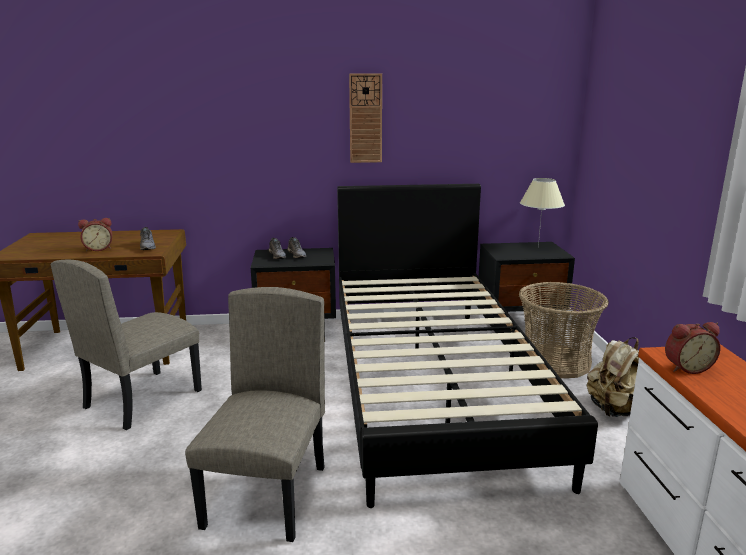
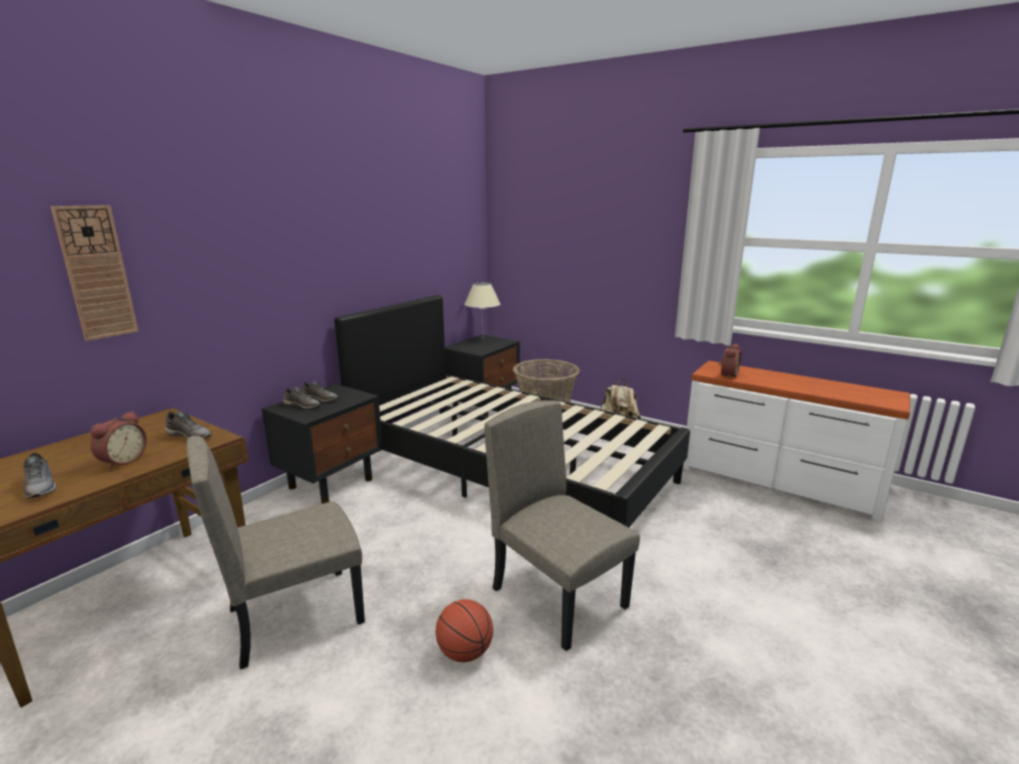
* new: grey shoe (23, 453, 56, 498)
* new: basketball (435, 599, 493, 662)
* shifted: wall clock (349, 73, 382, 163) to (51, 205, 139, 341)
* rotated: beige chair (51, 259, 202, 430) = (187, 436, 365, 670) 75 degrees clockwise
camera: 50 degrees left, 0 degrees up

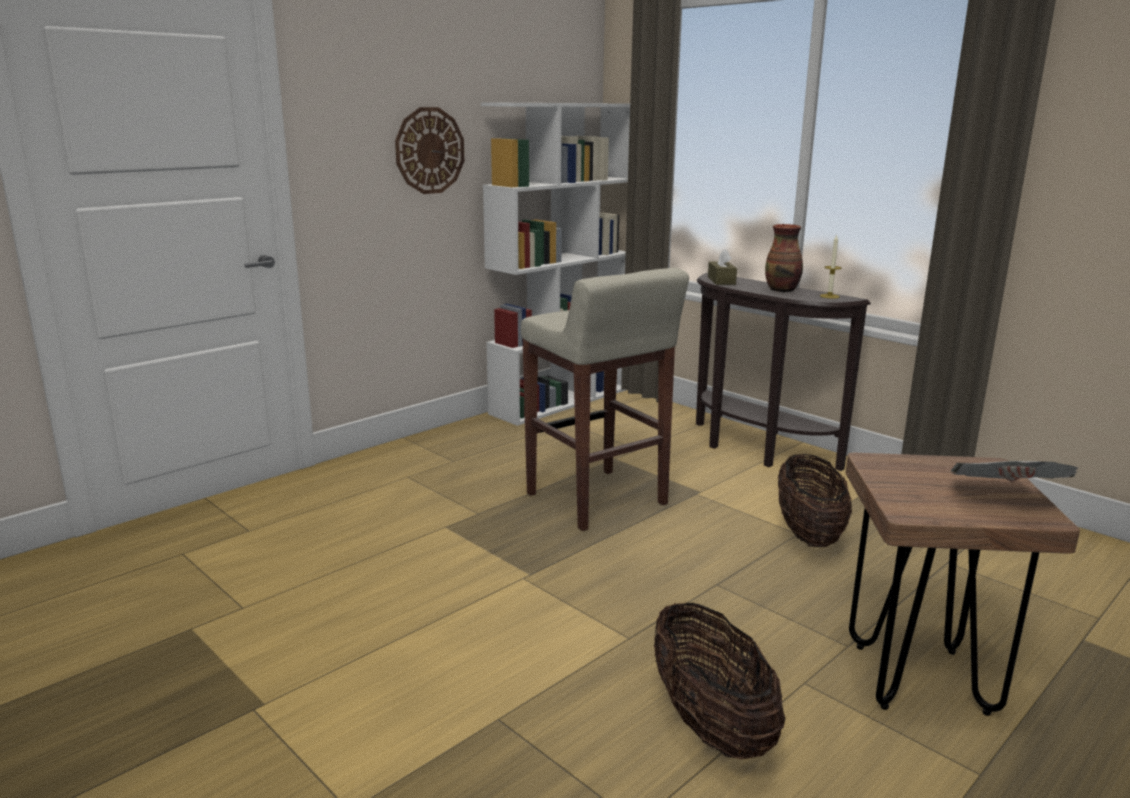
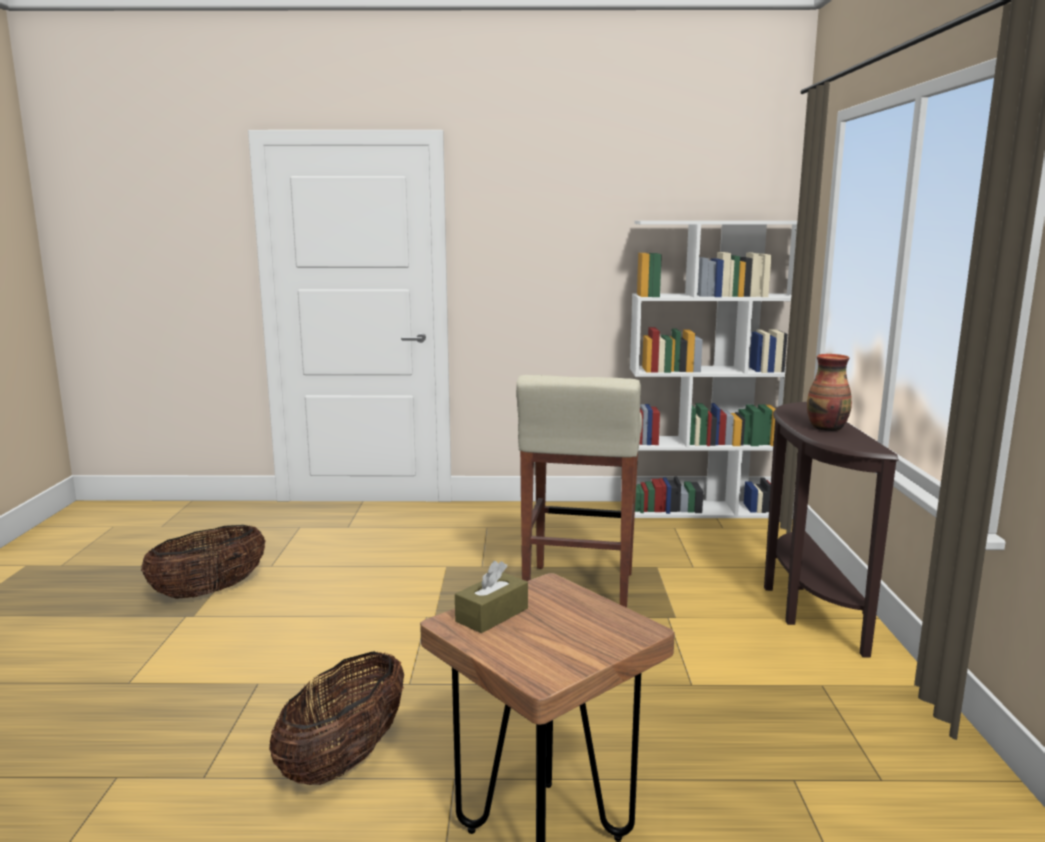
* gone: wall clock (395, 107, 464, 194)
* gone: candle (820, 235, 841, 299)
* gone: newspaper (951, 461, 1079, 482)
* shifted: brown tissue box (708, 249, 737, 285) to (455, 561, 528, 633)
* shifted: basket (778, 454, 852, 547) to (141, 525, 265, 599)
camera: 45 degrees right, 5 degrees down

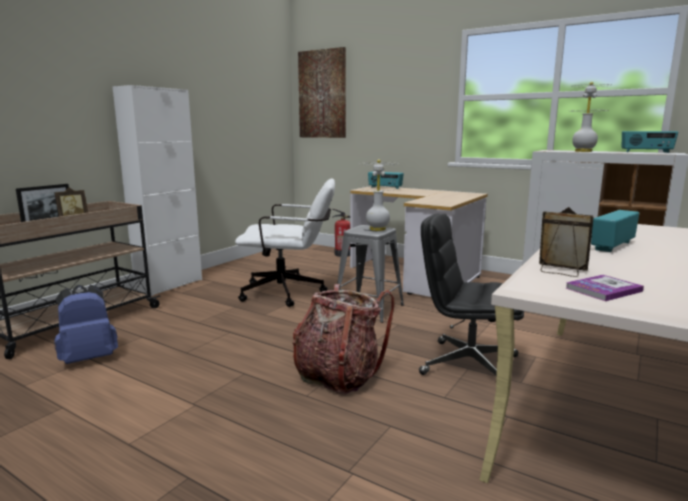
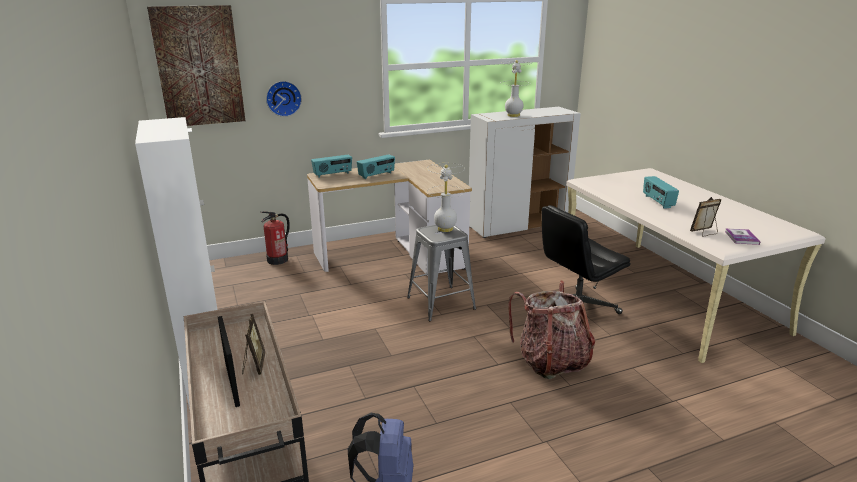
* gone: white office chair (235, 179, 335, 307)
* new: wall clock (266, 81, 302, 117)
* shifted: radio (622, 131, 678, 153) to (357, 154, 395, 179)
camera: 55 degrees left, 10 degrees up

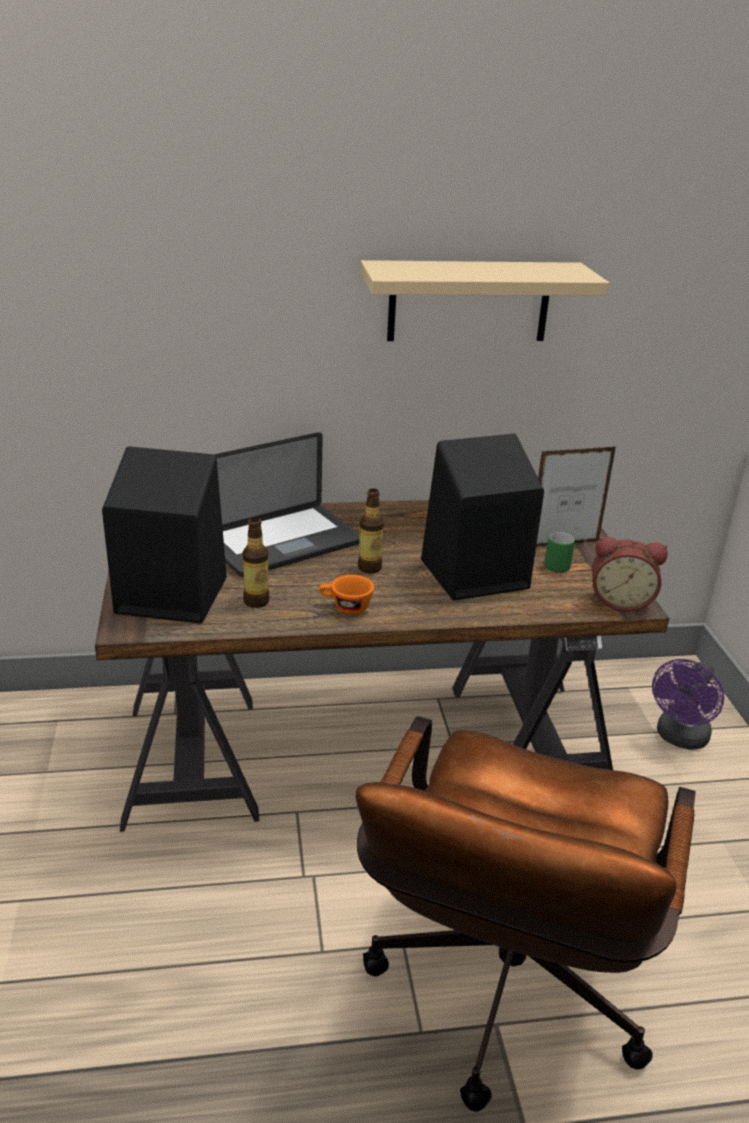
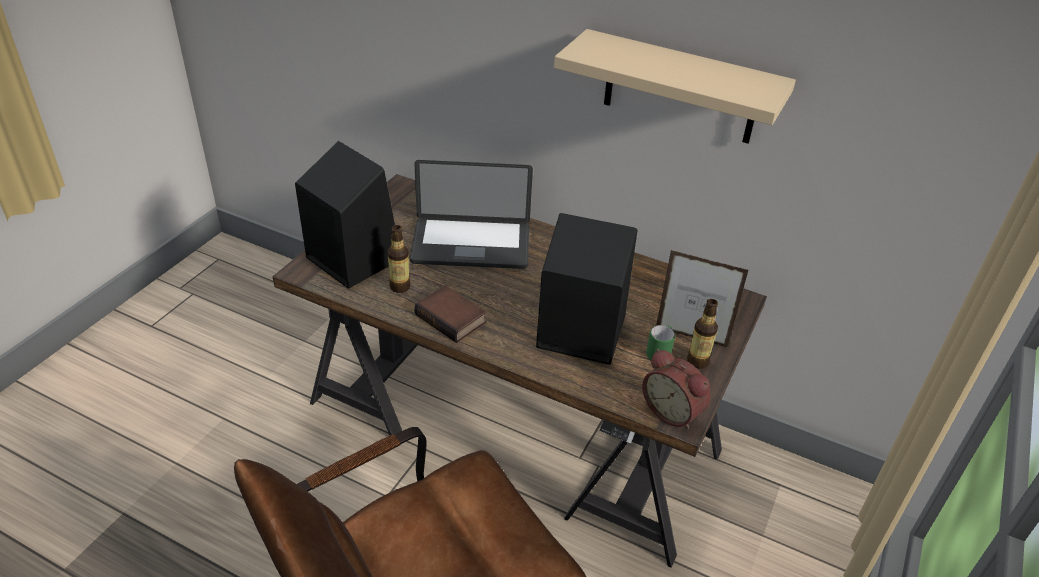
* gone: purple fan (652, 659, 724, 750)
* shifted: bottle (358, 488, 384, 574) to (687, 299, 718, 369)
* swapped: orange cup (319, 575, 374, 615) to book (414, 285, 486, 343)
camera: 35 degrees right, 10 degrees up

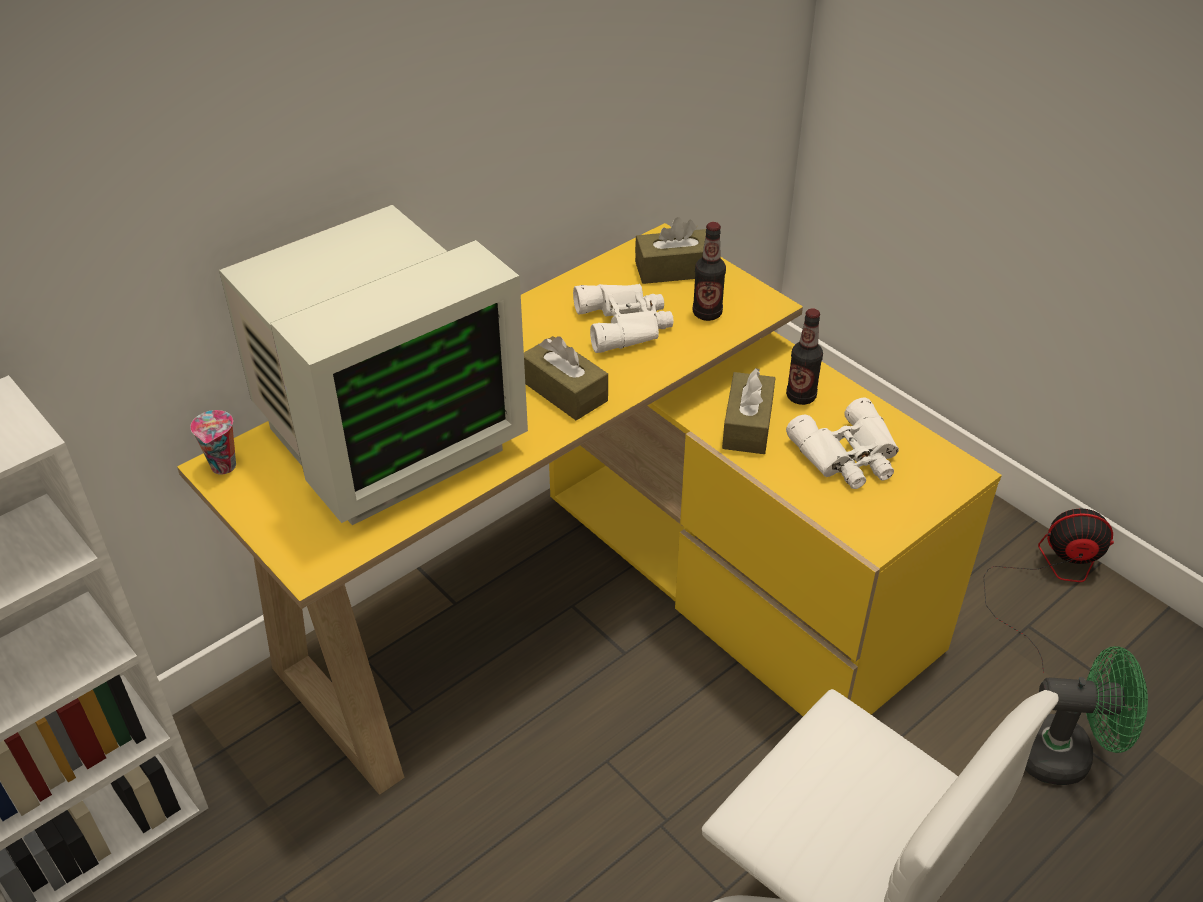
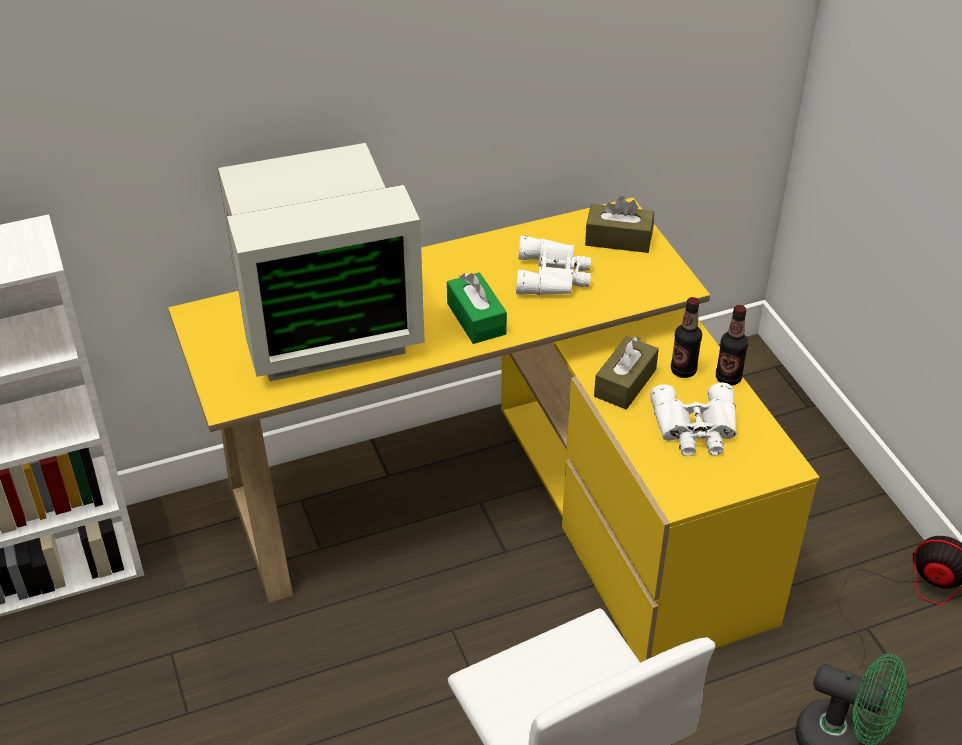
* gone: cup (190, 410, 236, 475)
* shifted: bottle (693, 222, 726, 321) to (716, 305, 748, 386)
* repainted: brown tissue box (524, 336, 608, 420) to green tissue box (447, 272, 507, 344)
camera: 20 degrees right, 0 degrees up

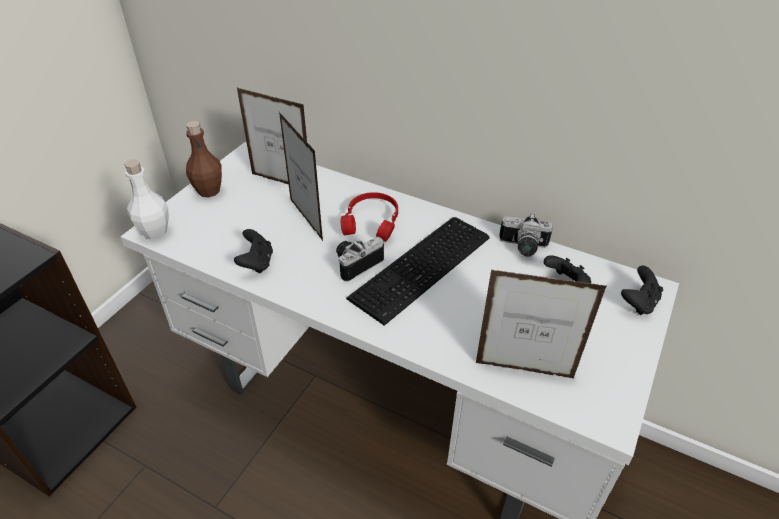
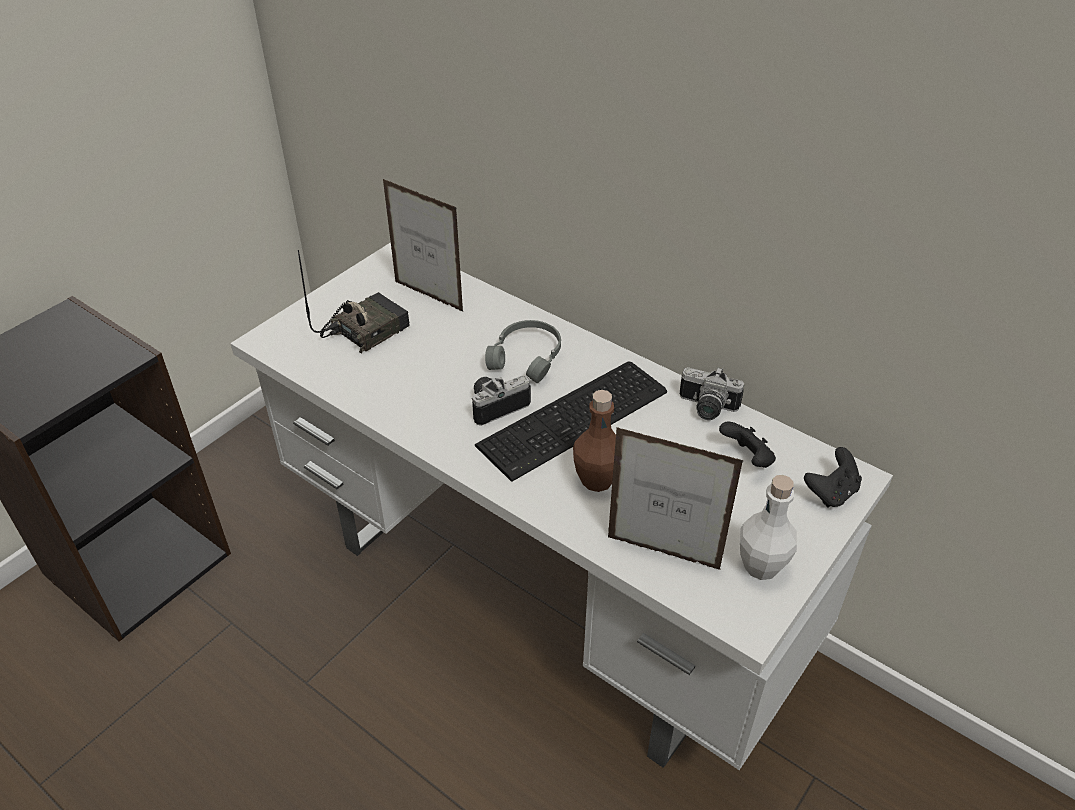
* gone: black game controller (234, 229, 273, 273)
* gone: picture frame (279, 112, 323, 241)
* new: radio (298, 250, 410, 354)
* shifted: white bottle (124, 159, 169, 240) to (740, 475, 797, 580)
* shifted: brown bottle (186, 121, 222, 197) to (573, 390, 616, 492)
* repainted: red headphones (341, 192, 398, 242) to grey headphones (485, 320, 561, 383)
camera: 10 degrees right, 0 degrees up

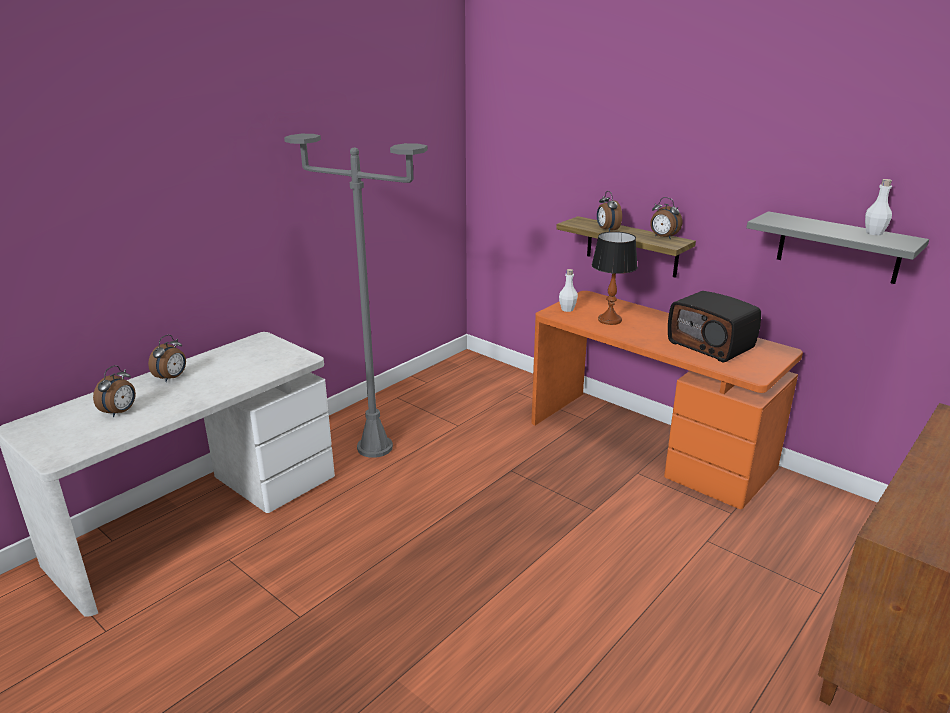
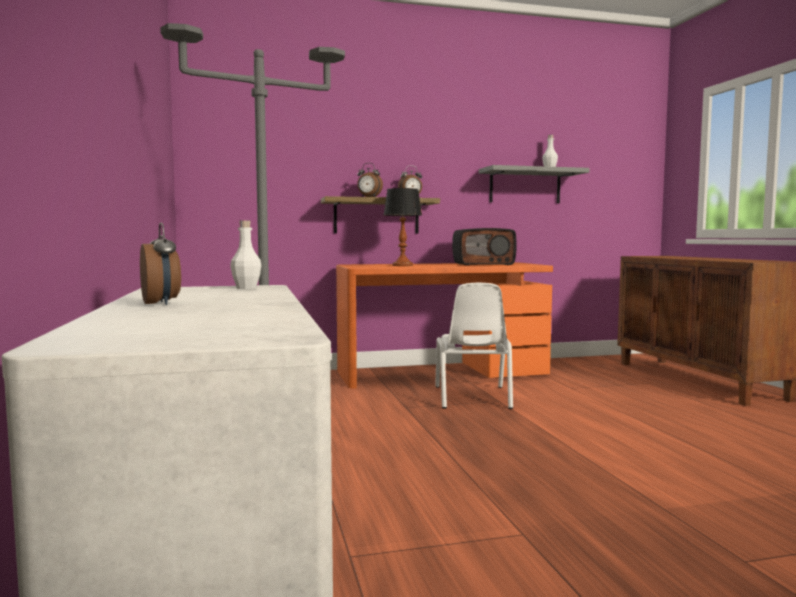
* gone: alarm clock (93, 365, 136, 417)
* new: white chair (435, 283, 513, 409)
* shifted: white bottle (559, 269, 578, 312) to (230, 220, 262, 289)
camera: 55 degrees left, 20 degrees down

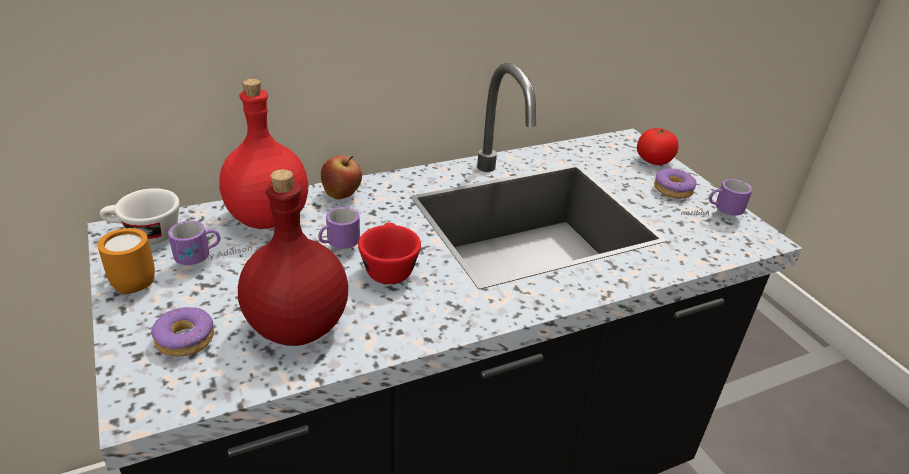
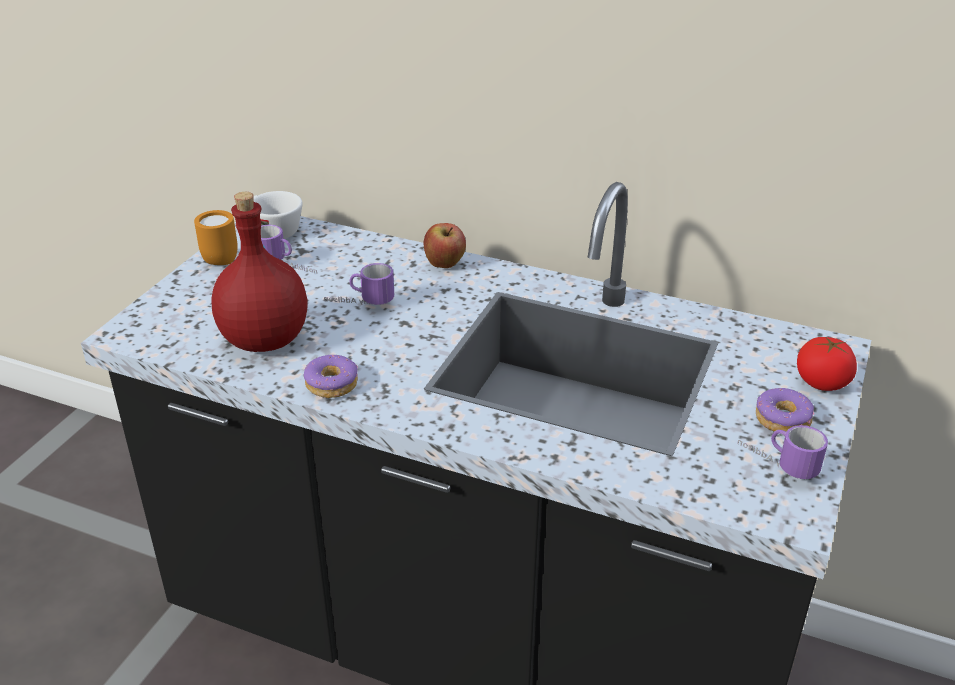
* gone: red bottle (219, 79, 308, 229)
* gone: red cup (358, 223, 421, 284)
* shifted: donut (151, 307, 214, 356) to (304, 355, 358, 398)
camera: 50 degrees right, 0 degrees up

